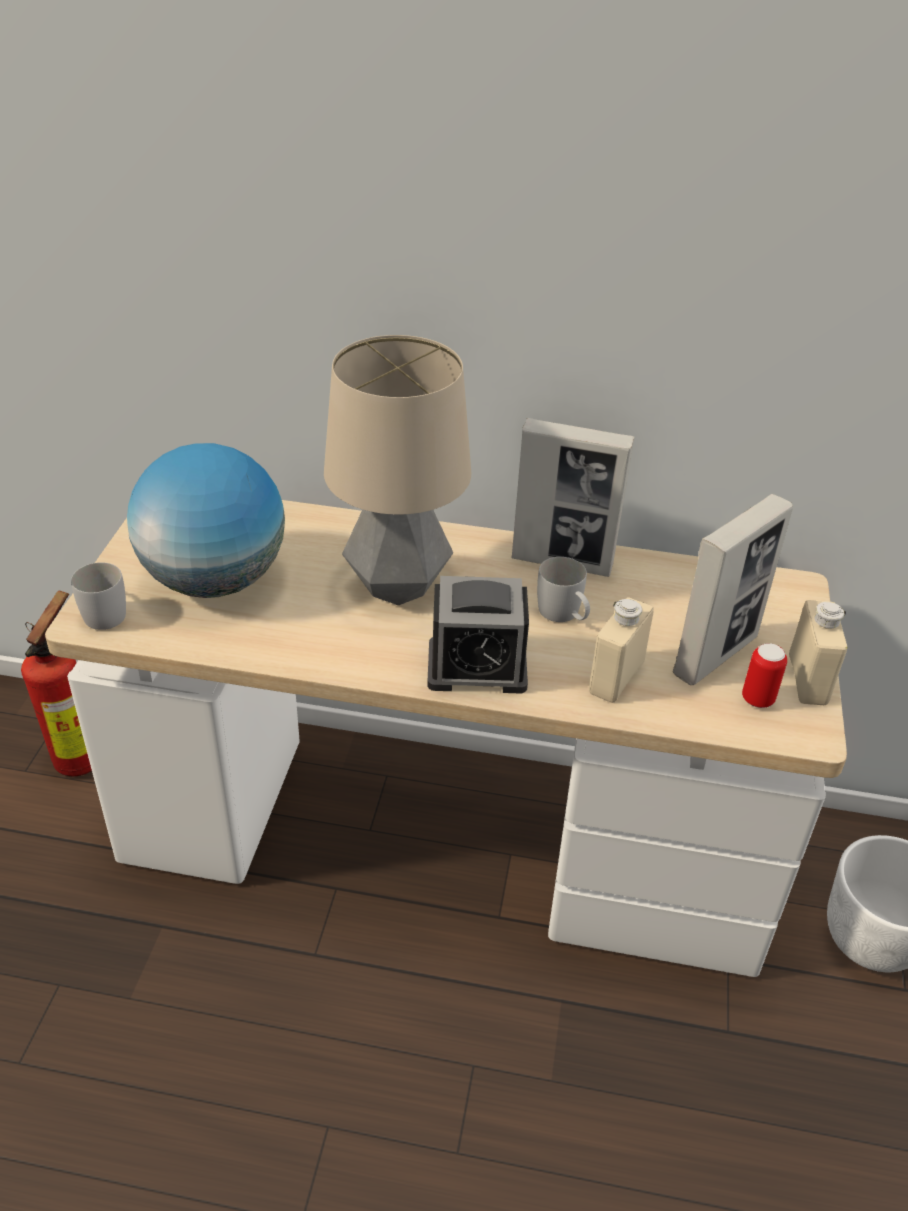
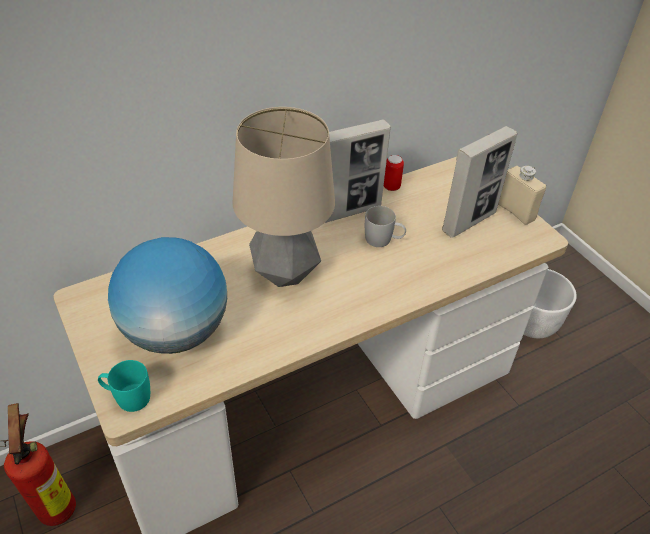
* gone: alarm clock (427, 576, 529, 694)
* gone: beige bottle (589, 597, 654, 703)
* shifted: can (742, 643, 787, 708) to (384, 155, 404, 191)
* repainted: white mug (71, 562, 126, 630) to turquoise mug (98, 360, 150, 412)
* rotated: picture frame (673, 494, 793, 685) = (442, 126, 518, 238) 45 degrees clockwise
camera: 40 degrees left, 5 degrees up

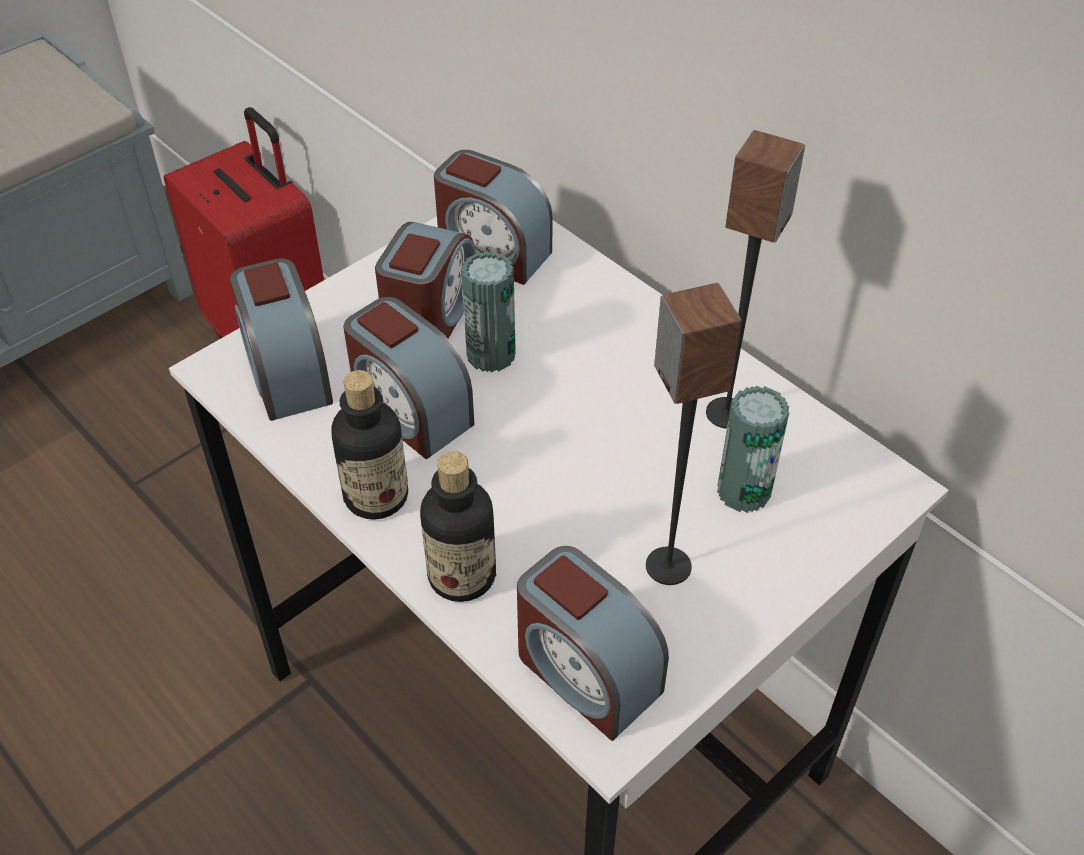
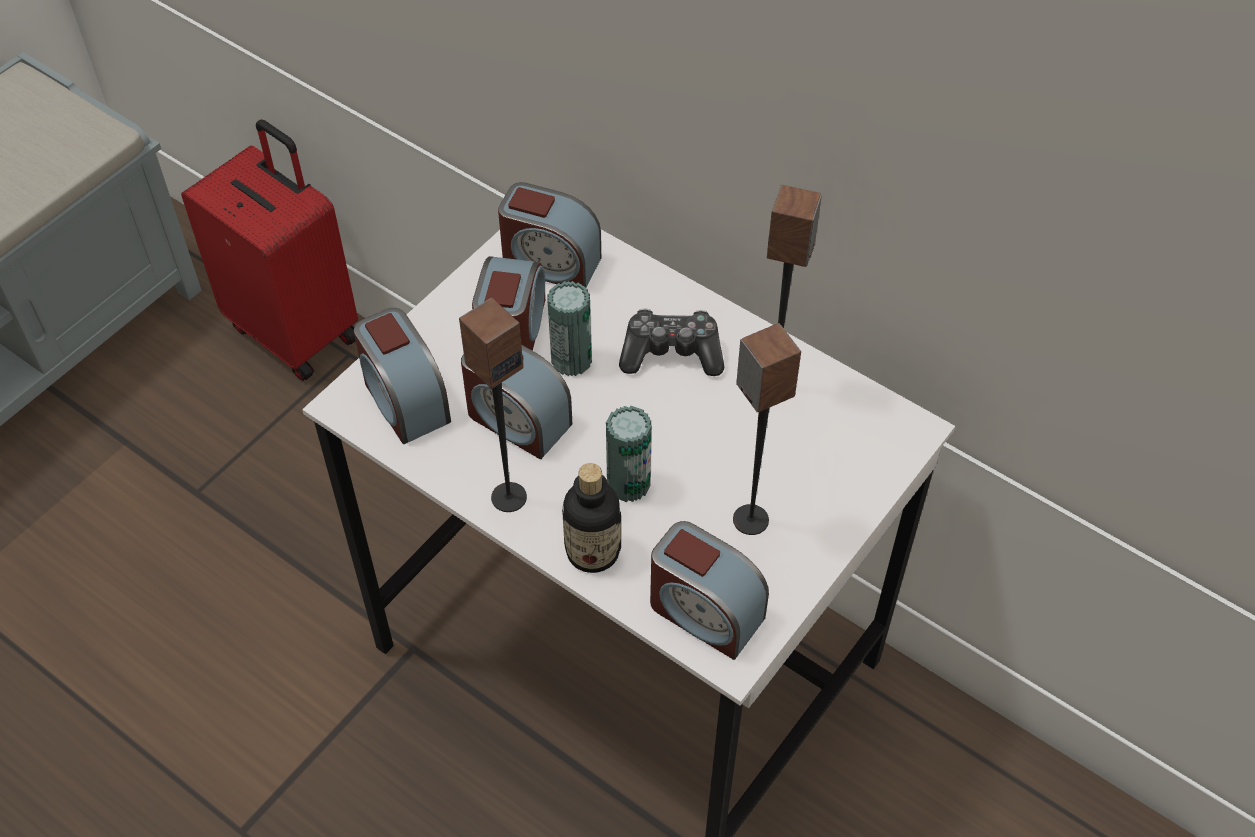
* new: game controller (619, 308, 724, 376)
* shifted: can (717, 386, 789, 513) to (606, 406, 652, 502)
* swapped: bottle (331, 370, 408, 520) to speaker (459, 297, 527, 512)
camera: 10 degrees left, 5 degrees up

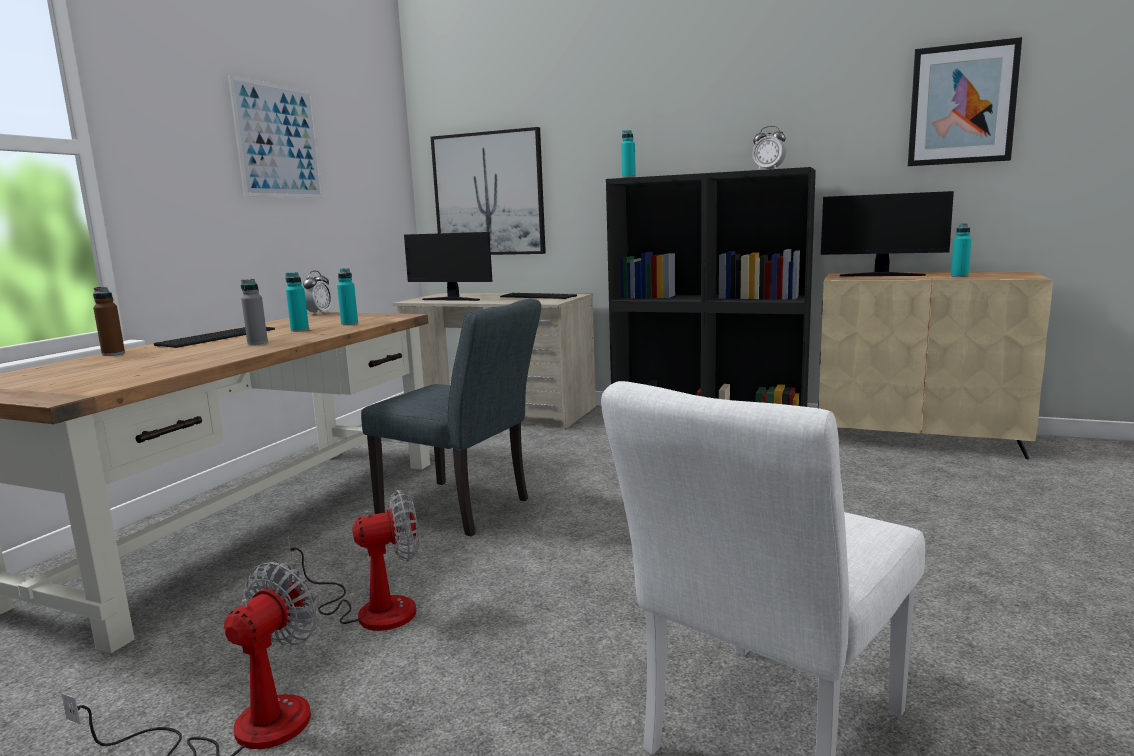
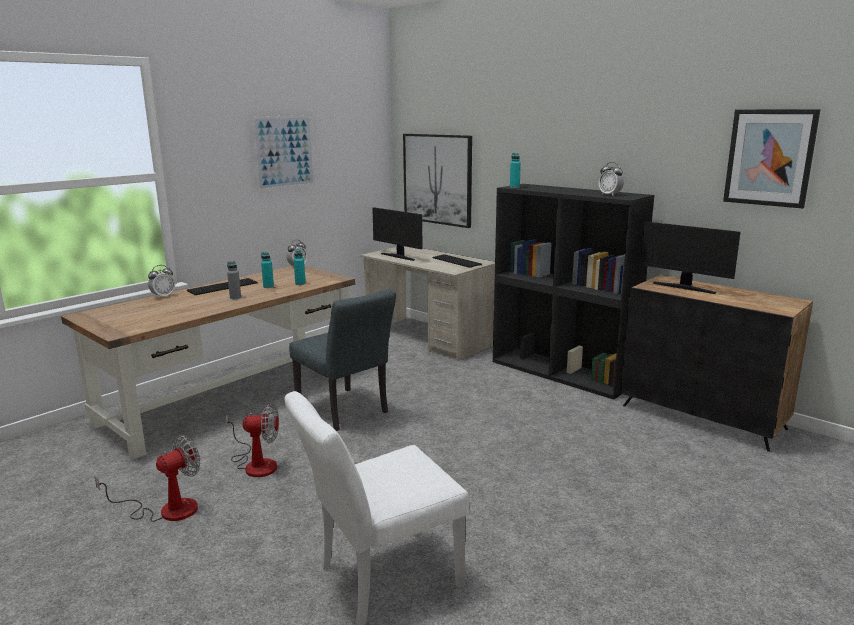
* gone: turquoise bottle (951, 223, 971, 277)
* swapped: brown bottle (93, 287, 125, 356) to alarm clock (148, 265, 175, 299)
* repainted: beige cabinet (818, 272, 1053, 459) to black cabinet (621, 275, 813, 452)
camera: 20 degrees right, 5 degrees up

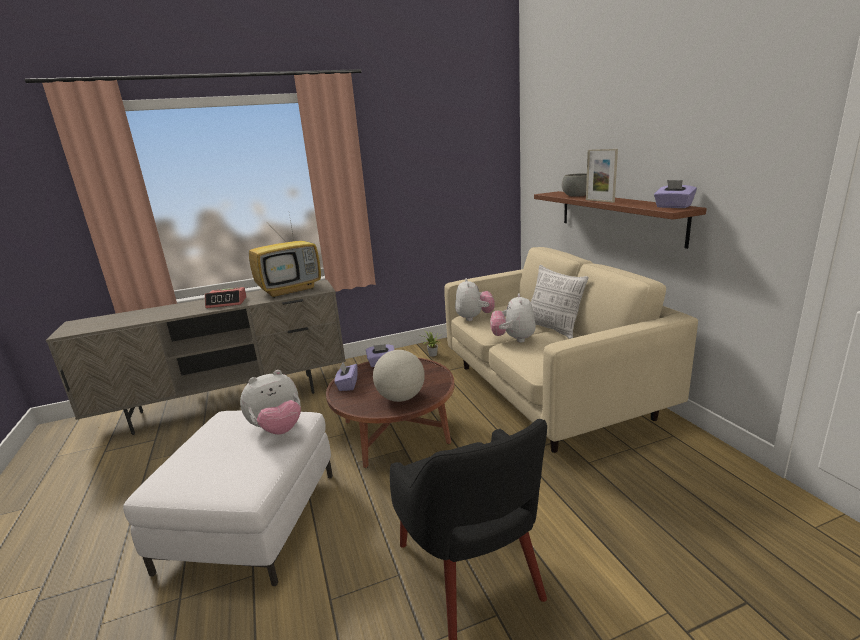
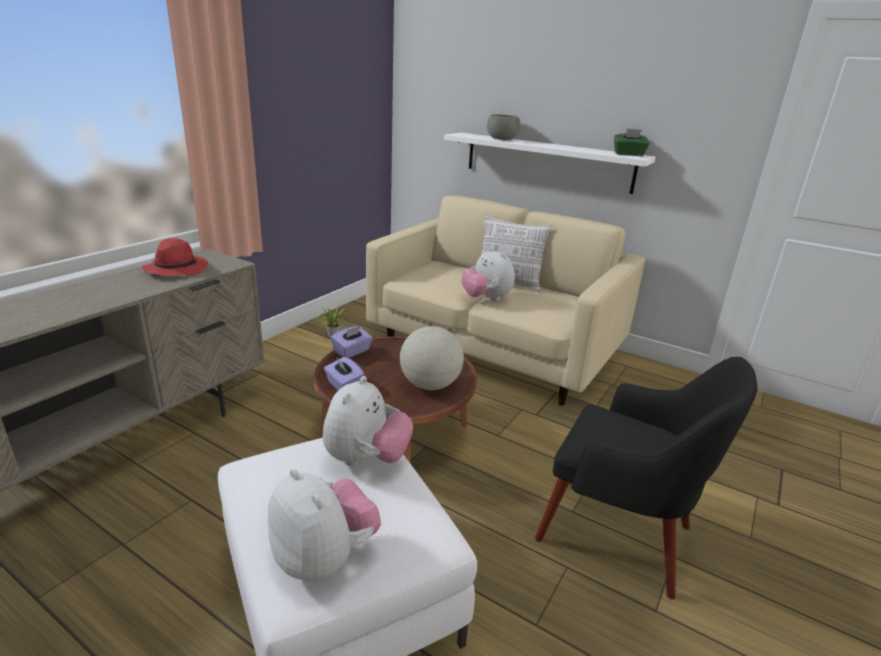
* gone: alarm clock (205, 287, 247, 308)
* gone: picture frame (586, 149, 618, 202)
* shifted: plush toy (455, 278, 495, 321) to (268, 468, 381, 581)
* swapped: television (249, 209, 321, 298) to red hat (141, 238, 208, 276)
* repainted: brown shelf (534, 191, 707, 249) to white shelf (444, 133, 656, 194)
* repainted: purple tissue box (654, 180, 697, 208) to green tissue box (614, 128, 649, 156)
camera: 40 degrees left, 5 degrees up

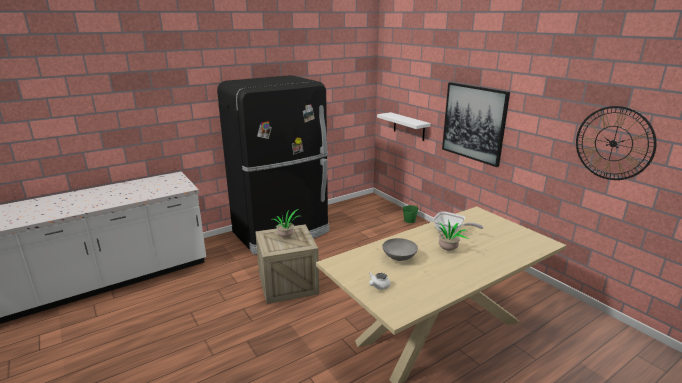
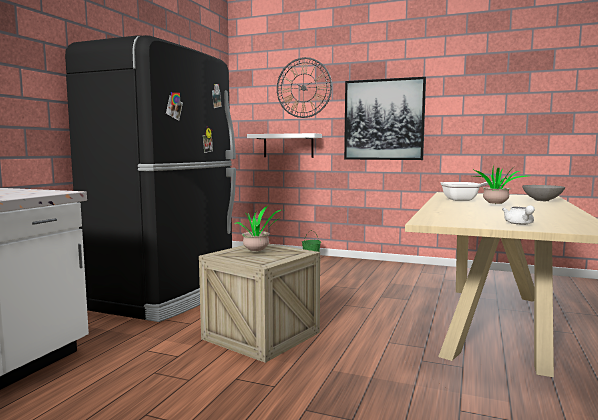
* shifted: grey bowl (382, 238, 418, 261) to (522, 185, 565, 201)
* shifted: wall clock (576, 106, 657, 180) to (277, 57, 332, 118)
camera: 35 degrees left, 15 degrees down

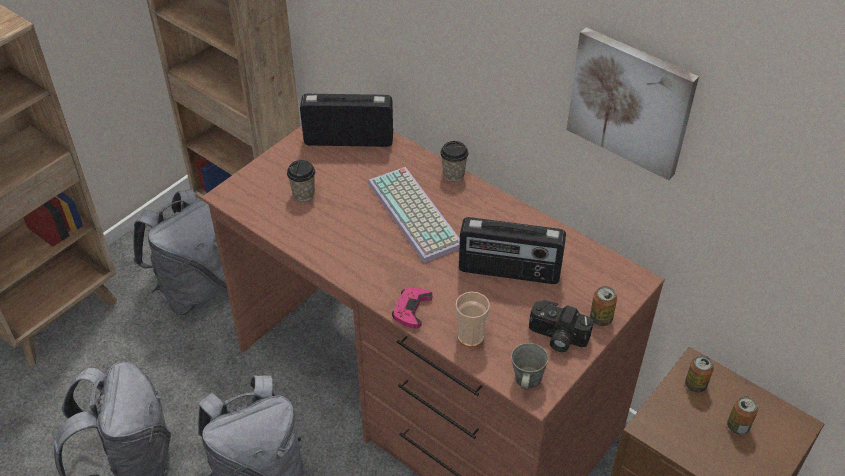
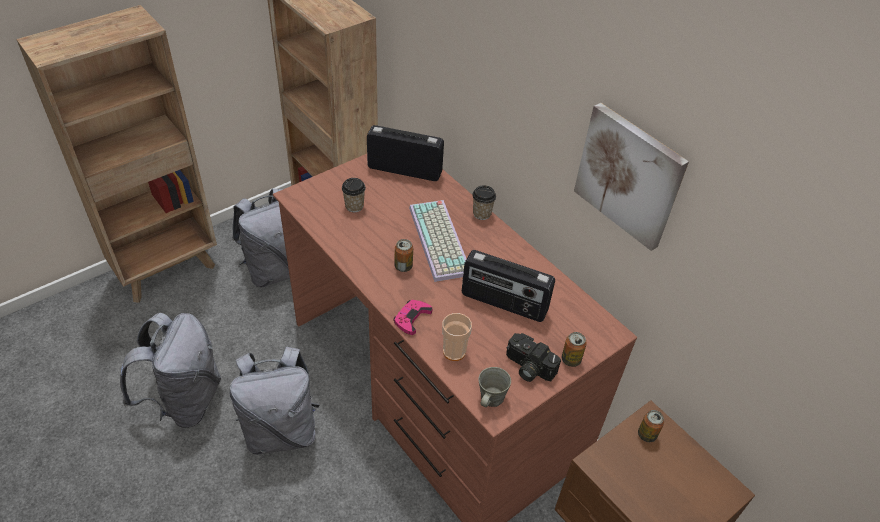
* shifted: can (727, 396, 758, 435) to (394, 239, 413, 272)
camera: 10 degrees right, 0 degrees up

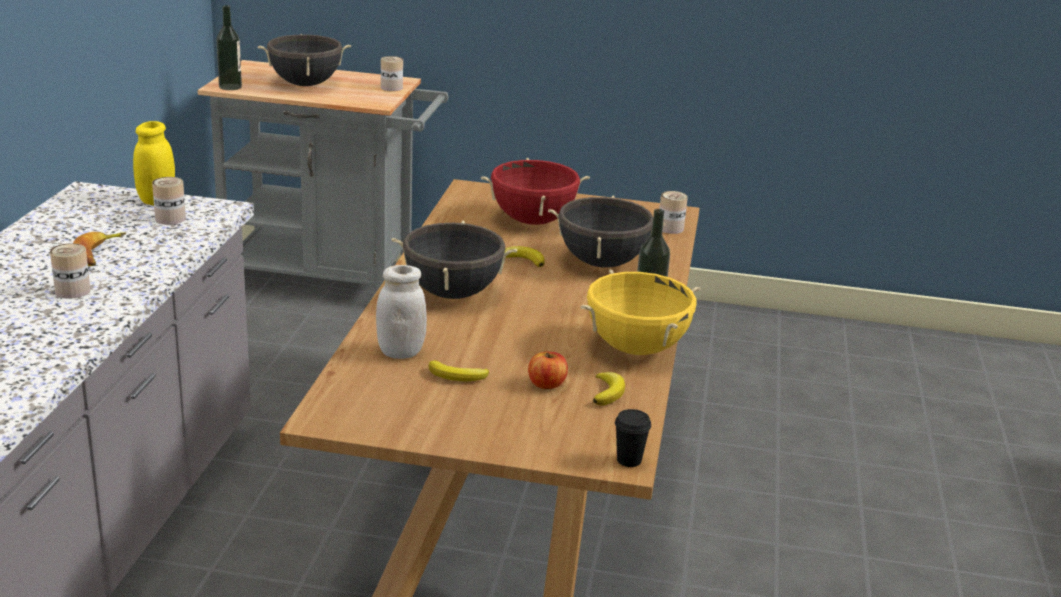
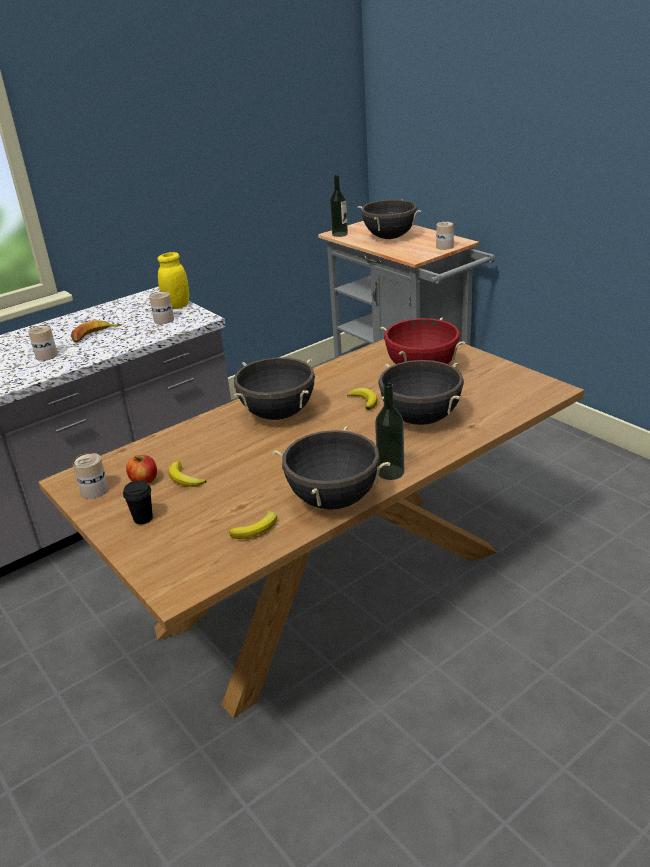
* gone: white jar (376, 265, 427, 359)
* shifted: apple (528, 352, 568, 389) to (126, 455, 157, 483)
* shifted: black cup (615, 409, 651, 467) to (123, 480, 153, 524)
* shifted: can (659, 191, 688, 234) to (73, 453, 109, 499)
* repainted: yellow cooking pot (580, 269, 701, 355) to black cooking pot (273, 426, 391, 509)
camera: 45 degrees right, 5 degrees up

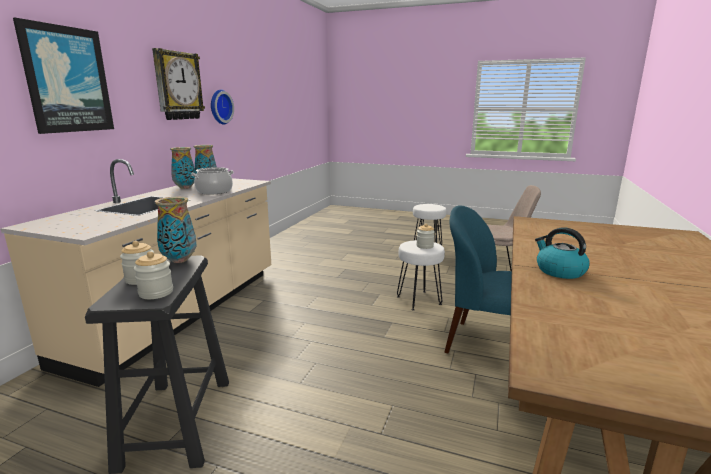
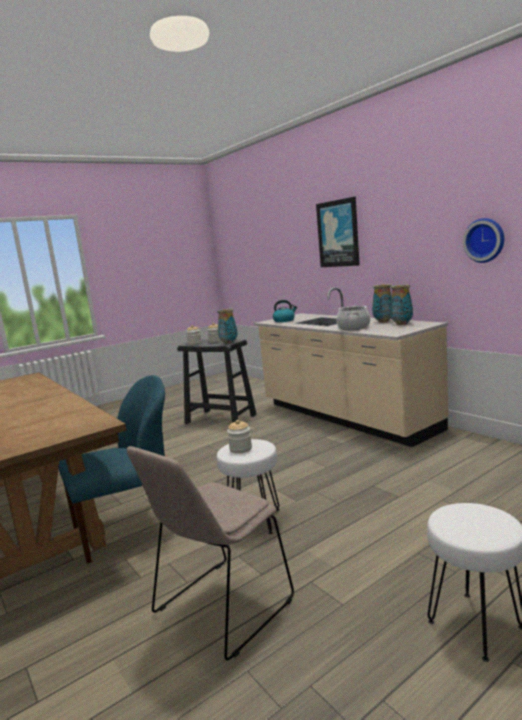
* gone: wall clock (152, 48, 205, 120)
* shifted: kettle (535, 227, 590, 279) to (273, 300, 297, 322)
camera: 125 degrees right, 5 degrees down

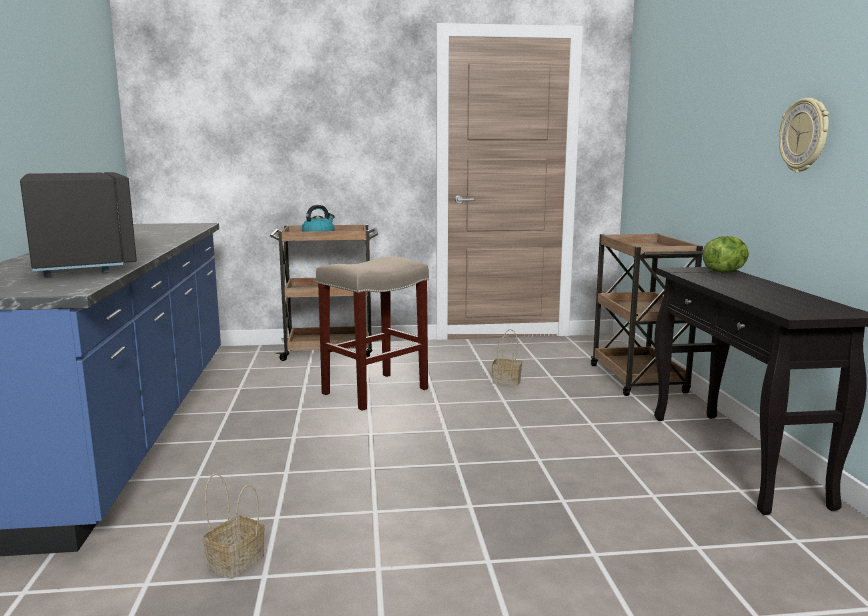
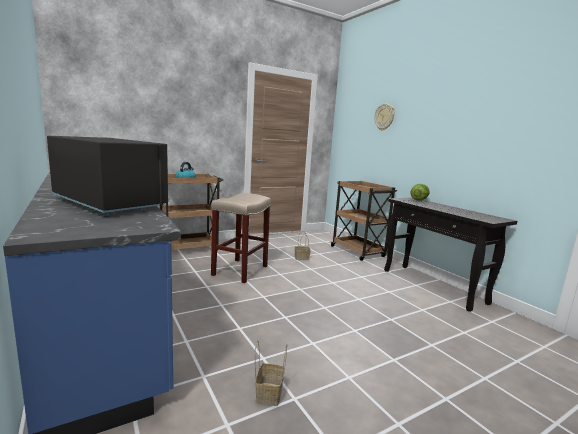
* shifted: wall clock (779, 98, 829, 173) to (374, 103, 394, 130)
camera: 25 degrees left, 0 degrees up

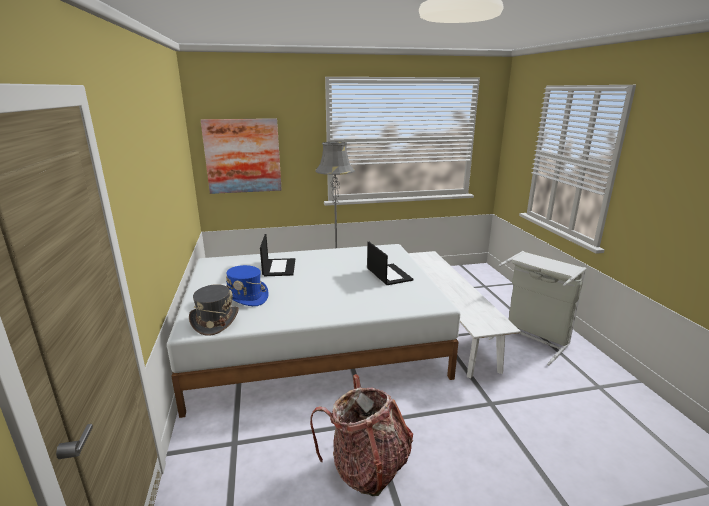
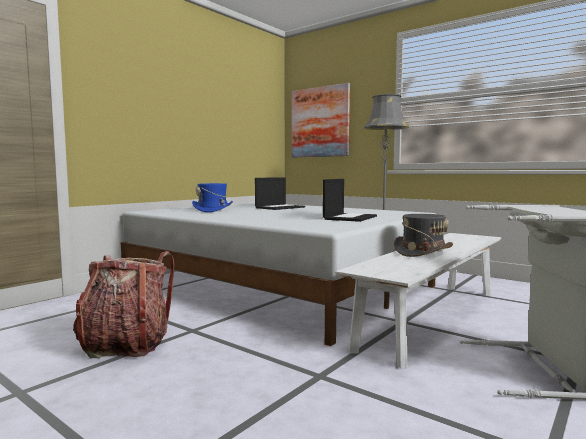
* shifted: grey hat (189, 284, 239, 336) to (394, 214, 453, 257)
camera: 50 degrees right, 15 degrees down

